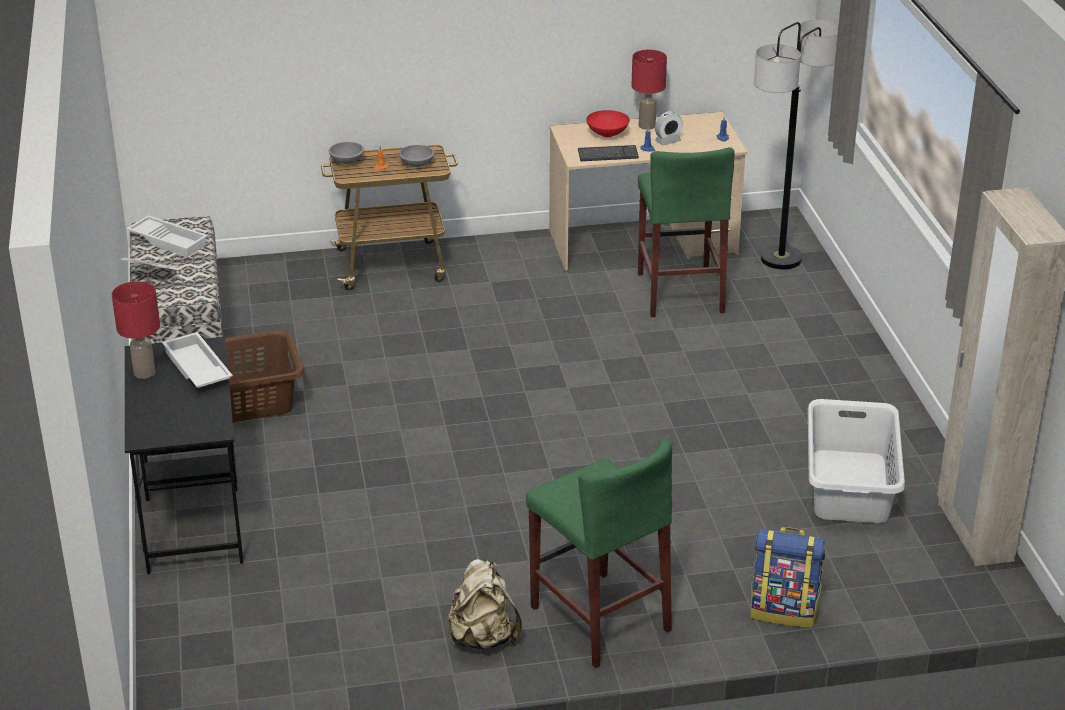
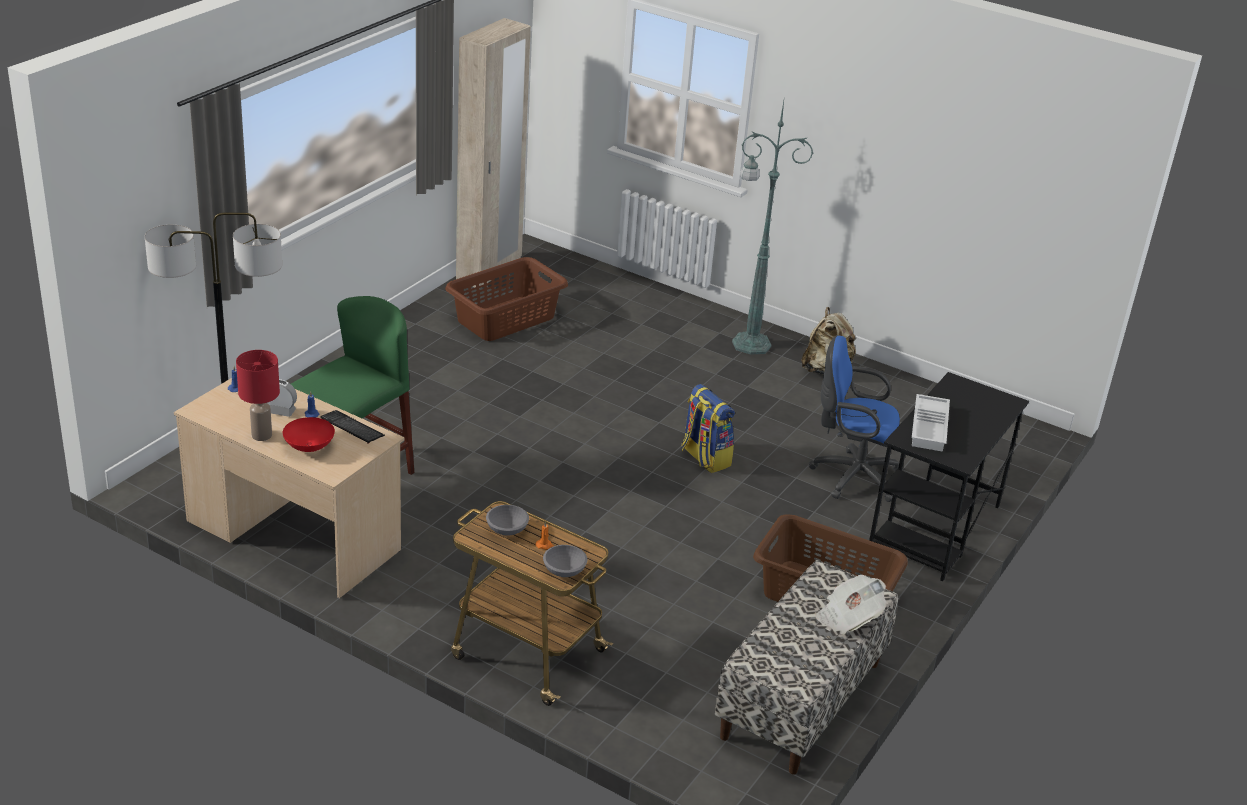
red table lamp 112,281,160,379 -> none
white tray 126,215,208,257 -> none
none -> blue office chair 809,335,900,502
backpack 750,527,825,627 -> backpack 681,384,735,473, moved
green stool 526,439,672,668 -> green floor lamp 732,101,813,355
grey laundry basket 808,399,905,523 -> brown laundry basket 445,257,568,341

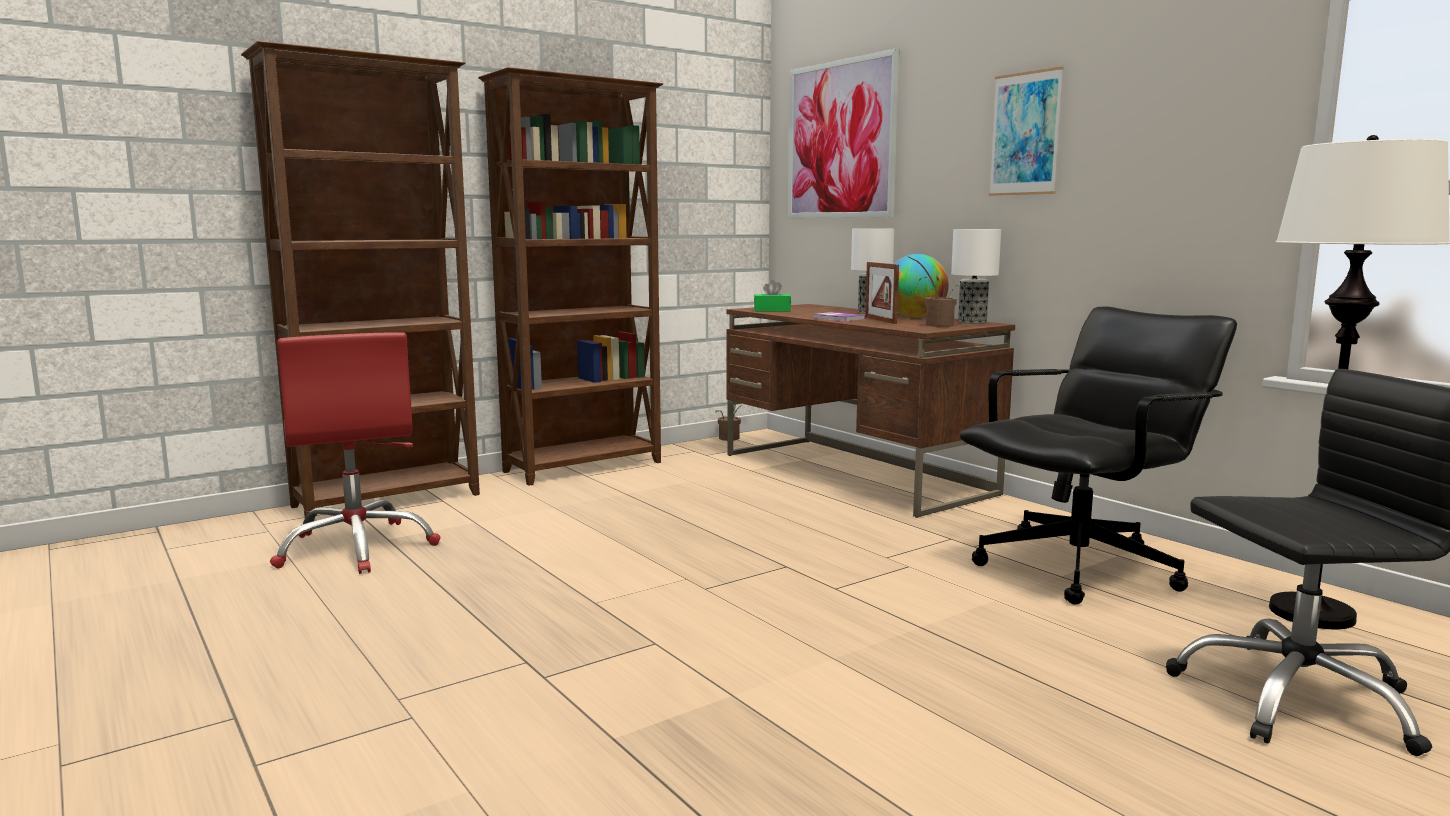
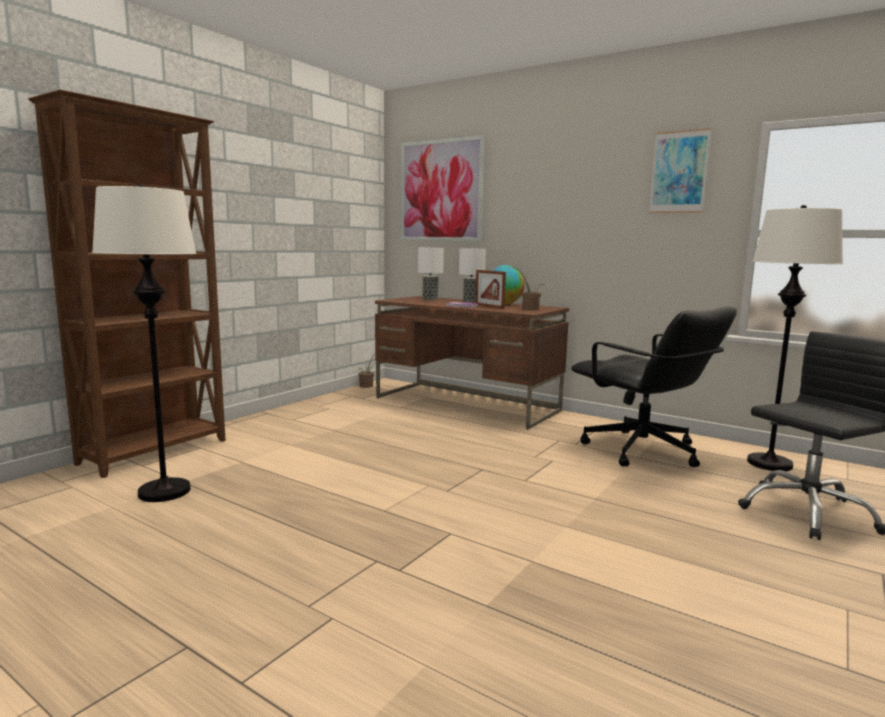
brown bookcase 478,67,663,486 -> none
green tissue box 754,280,791,311 -> none
table lamp 951,229,1001,324 -> table lamp 418,247,444,300, moved
picture 989,66,1064,196 -> picture 649,128,711,213, moved
red office chair 270,332,441,574 -> white floor lamp 92,184,197,502
black office chair 959,306,1237,605 -> black office chair 571,307,737,467, 105 degrees clockwise

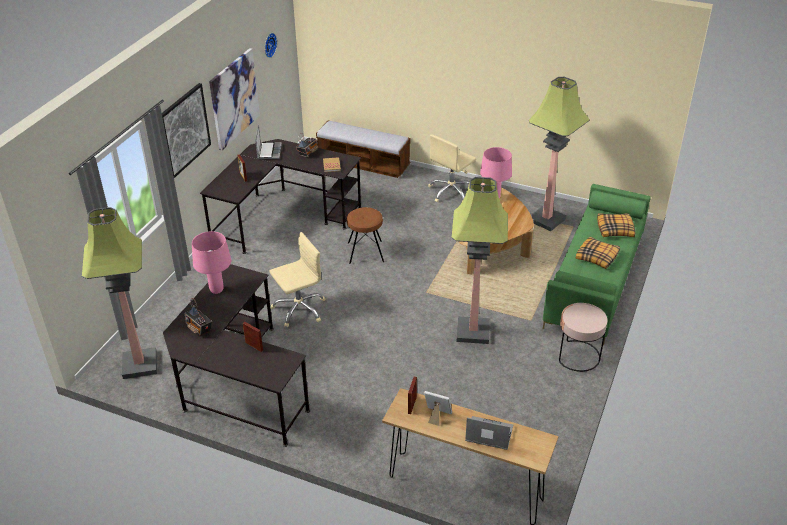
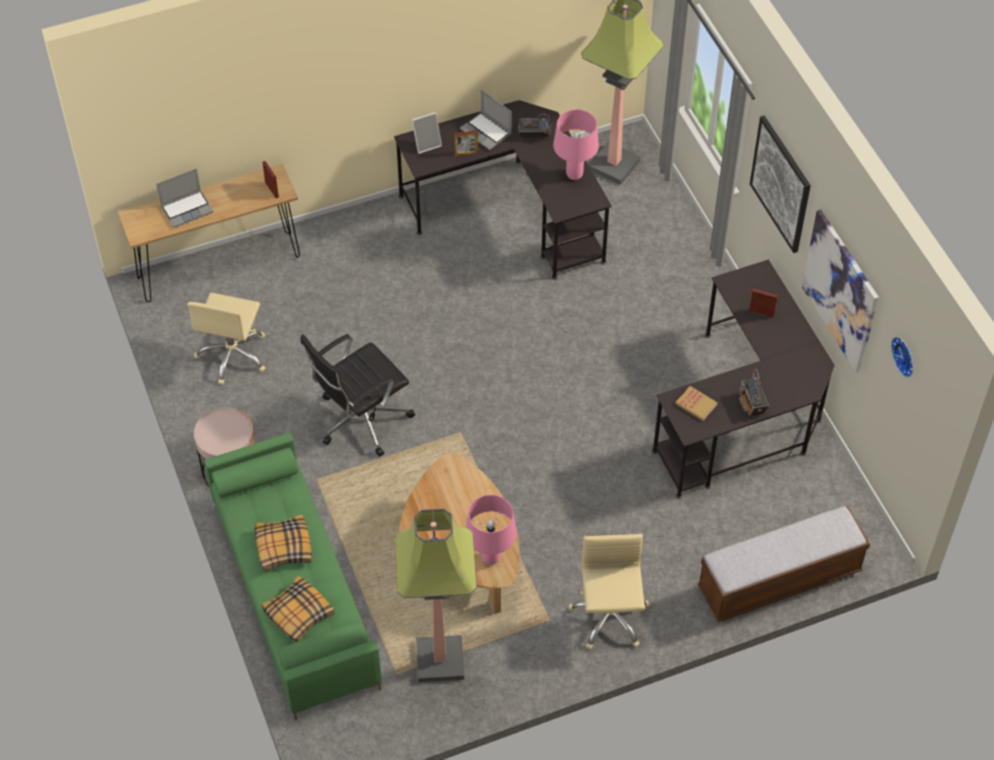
brown stool 347,207,384,264 -> none
laptop 255,124,282,159 -> laptop 460,90,512,150, moved
beige office chair 269,232,325,327 -> beige office chair 187,293,265,384, moved
picture frame 424,391,452,426 -> picture frame 412,112,442,154, moved
floor lamp 451,177,508,344 -> black office chair 301,334,415,456

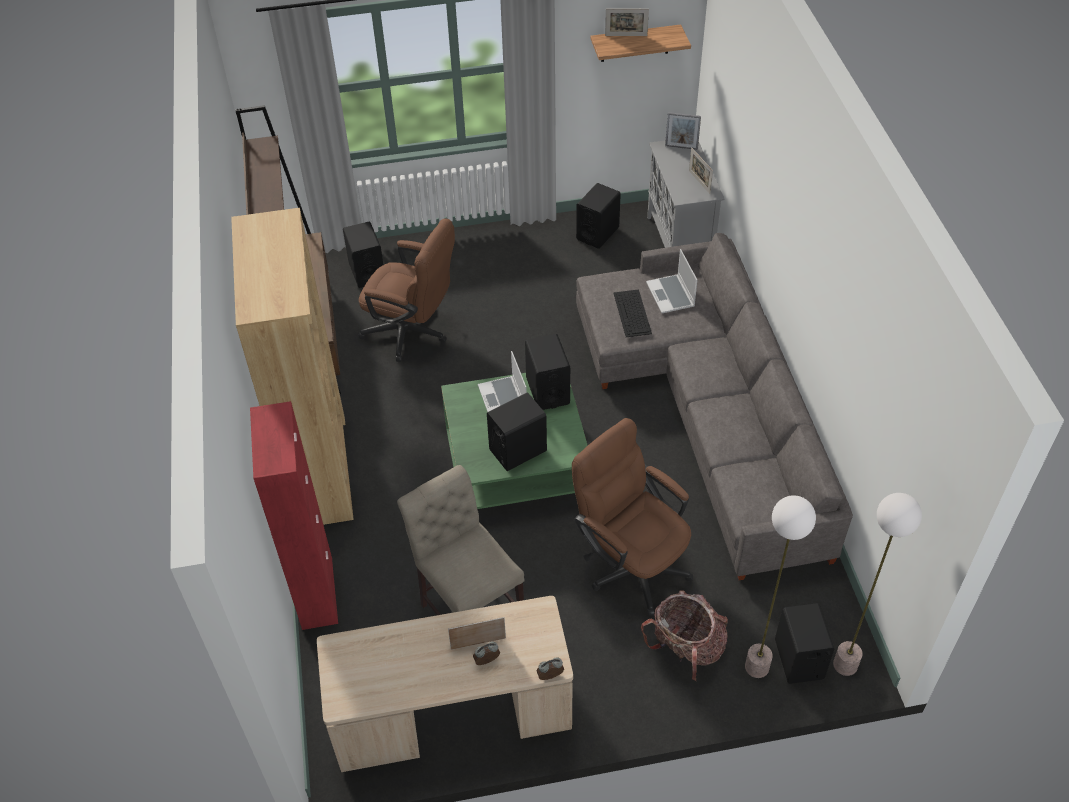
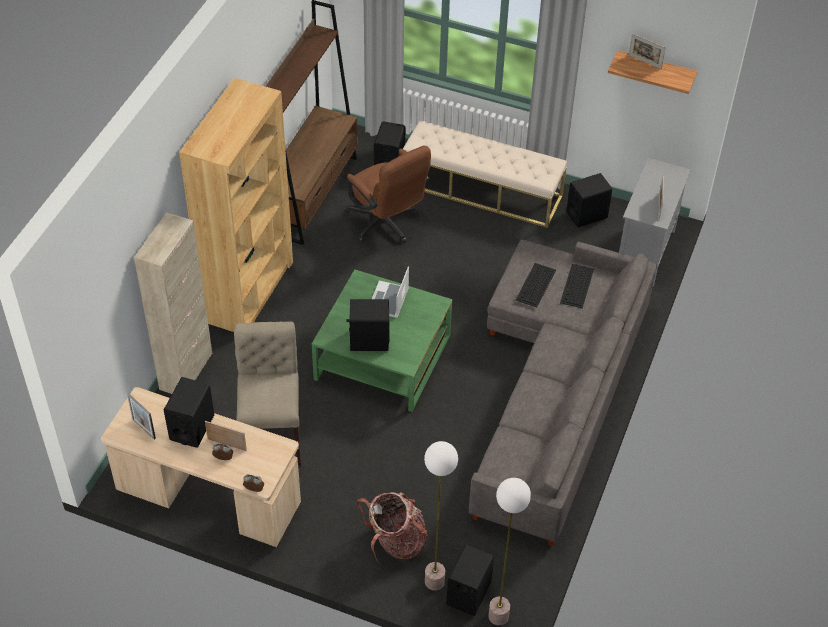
brown office chair 572,418,693,616 -> none
none -> beige bench 403,120,567,228
black speaker 525,334,570,410 -> black speaker 164,377,214,448, moved
picture frame 665,112,701,150 -> picture frame 127,393,156,440, moved
laptop 646,249,697,313 -> keyboard 560,264,594,308
red cabinet 250,401,338,630 -> beige cabinet 134,212,213,394

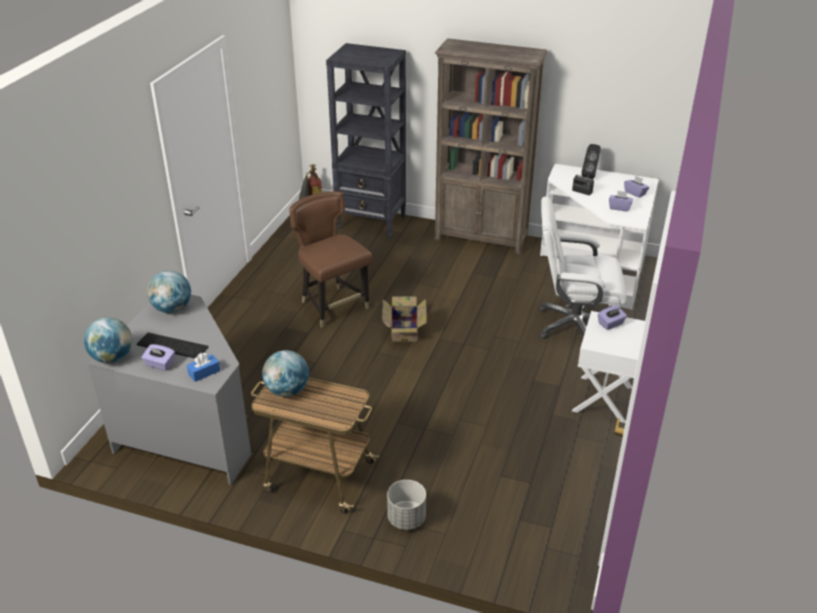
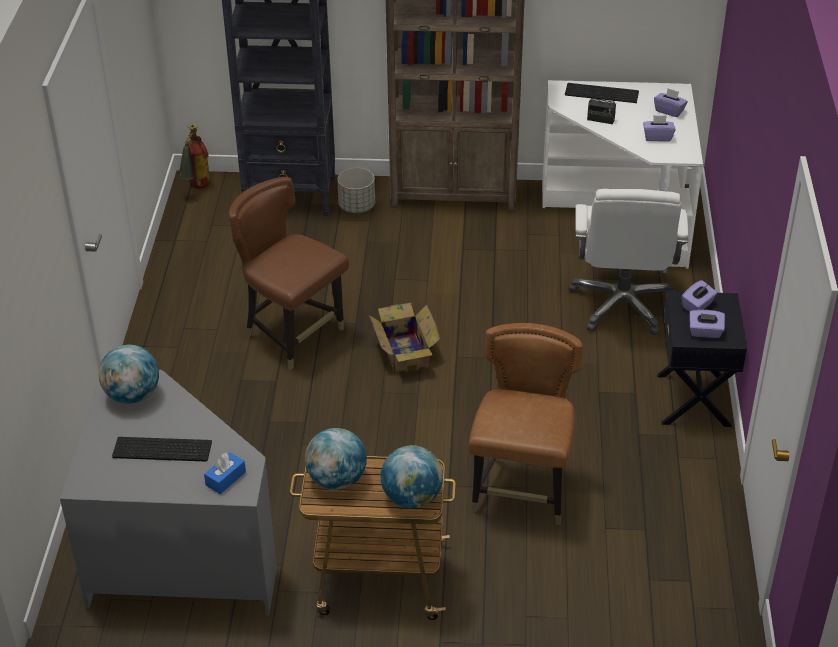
none -> brown chair 468,323,583,525
globe 84,317,132,363 -> globe 381,445,443,508, moved
purple tissue box 141,344,175,371 -> purple tissue box 689,310,725,338, moved
grey planter 387,480,426,530 -> grey planter 337,168,375,213, moved
black speaker 581,144,601,179 -> keyboard 565,83,639,103
white nightstand 572,311,645,423 -> black nightstand 657,291,747,427
white office chair 539,196,626,339 -> white office chair 568,189,689,335, 75 degrees counterclockwise

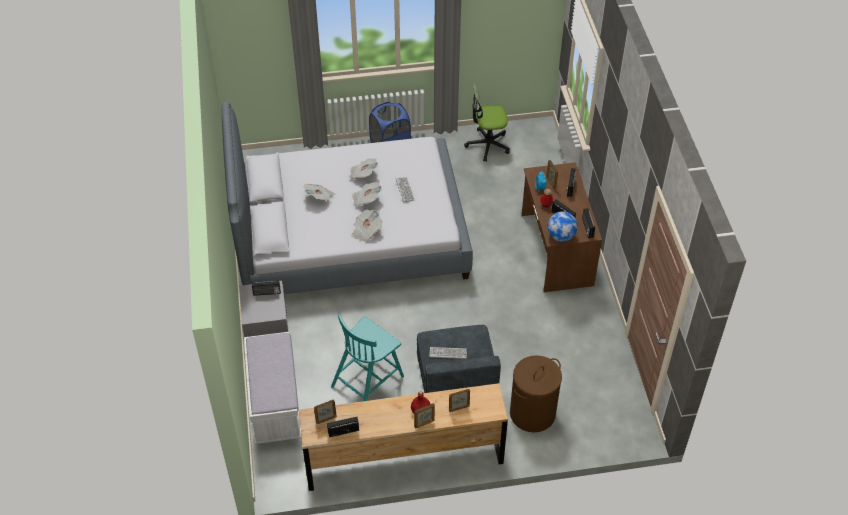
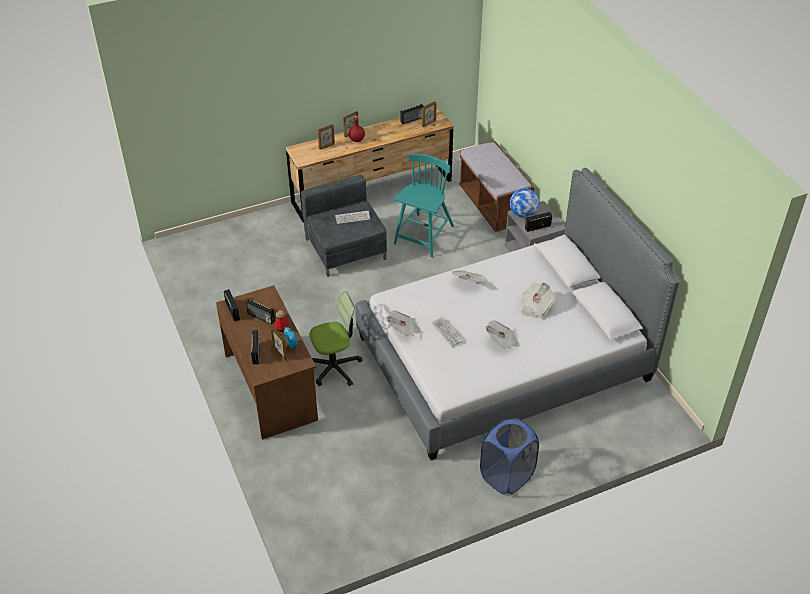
brown laundry basket 510,355,562,432 -> none
newspaper 352,182,382,206 -> newspaper 386,310,422,337, moved
office chair 464,84,510,162 -> office chair 310,291,362,386, moved
globe 547,211,578,242 -> globe 510,188,539,218, moved
white bench 244,332,302,444 -> brown bench 459,141,534,232

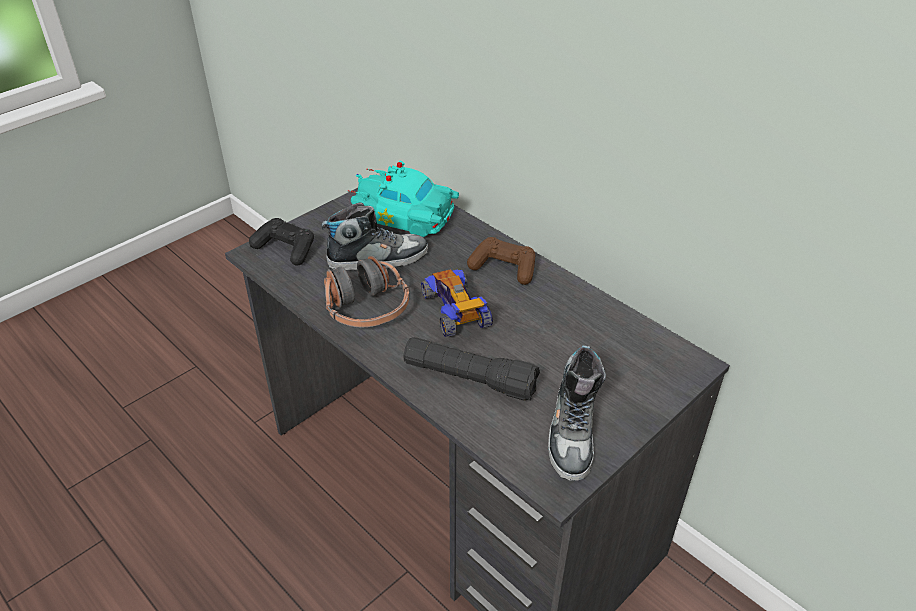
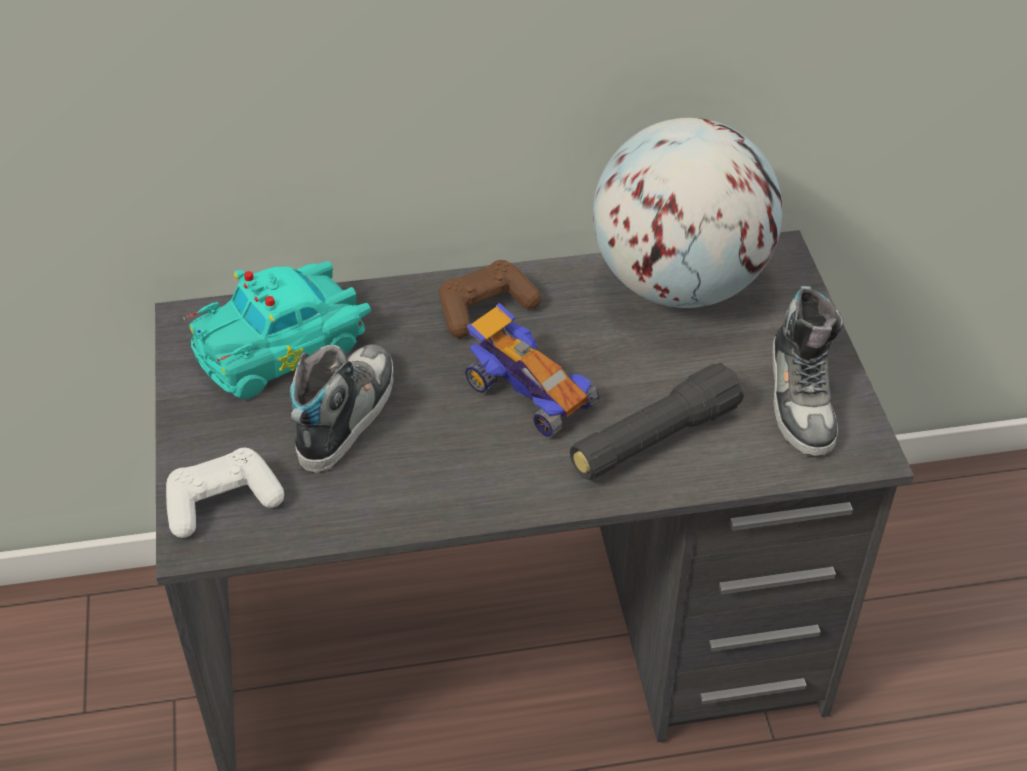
headphones 324,256,410,327 -> none
none -> globe 593,118,783,308
black game controller 249,218,314,266 -> white game controller 166,448,284,538
toy car 421,269,493,337 -> toy car 465,303,599,437, 150 degrees counterclockwise
shoe 548,345,606,481 -> shoe 772,286,844,456, 45 degrees clockwise

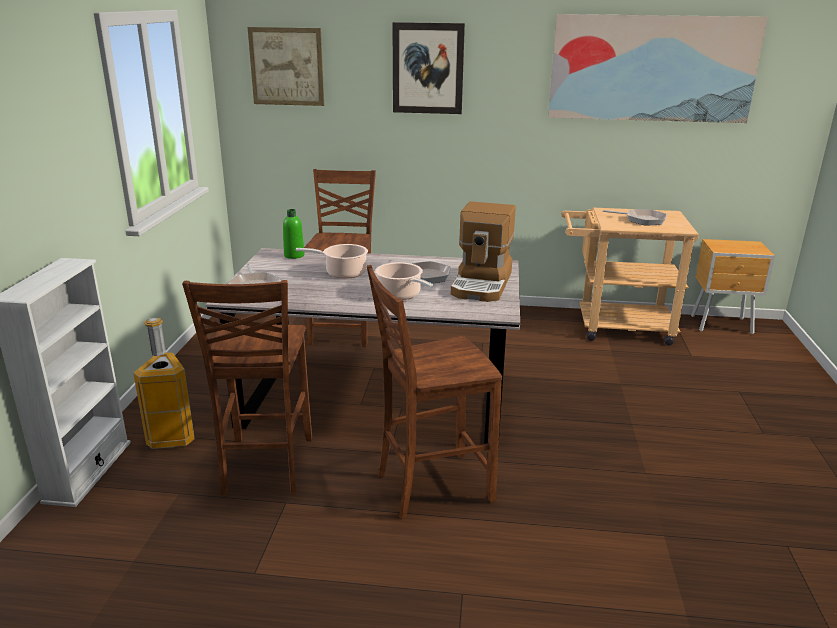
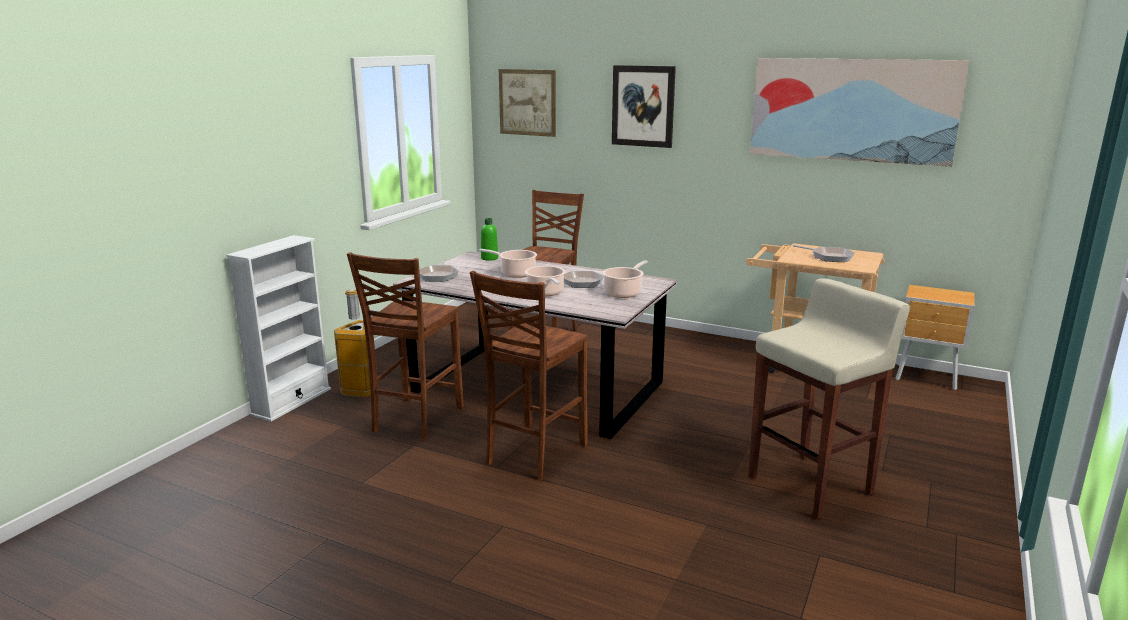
none -> beige stool 748,279,910,519
coffee machine 451,201,516,302 -> cooking pot 602,260,648,298
brown chair 367,265,502,519 -> brown chair 470,271,588,481, 60 degrees counterclockwise

